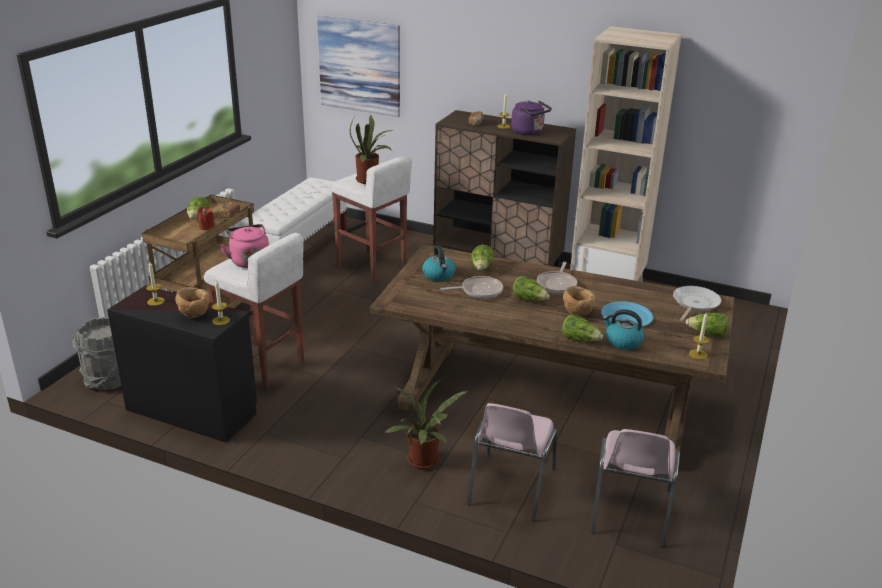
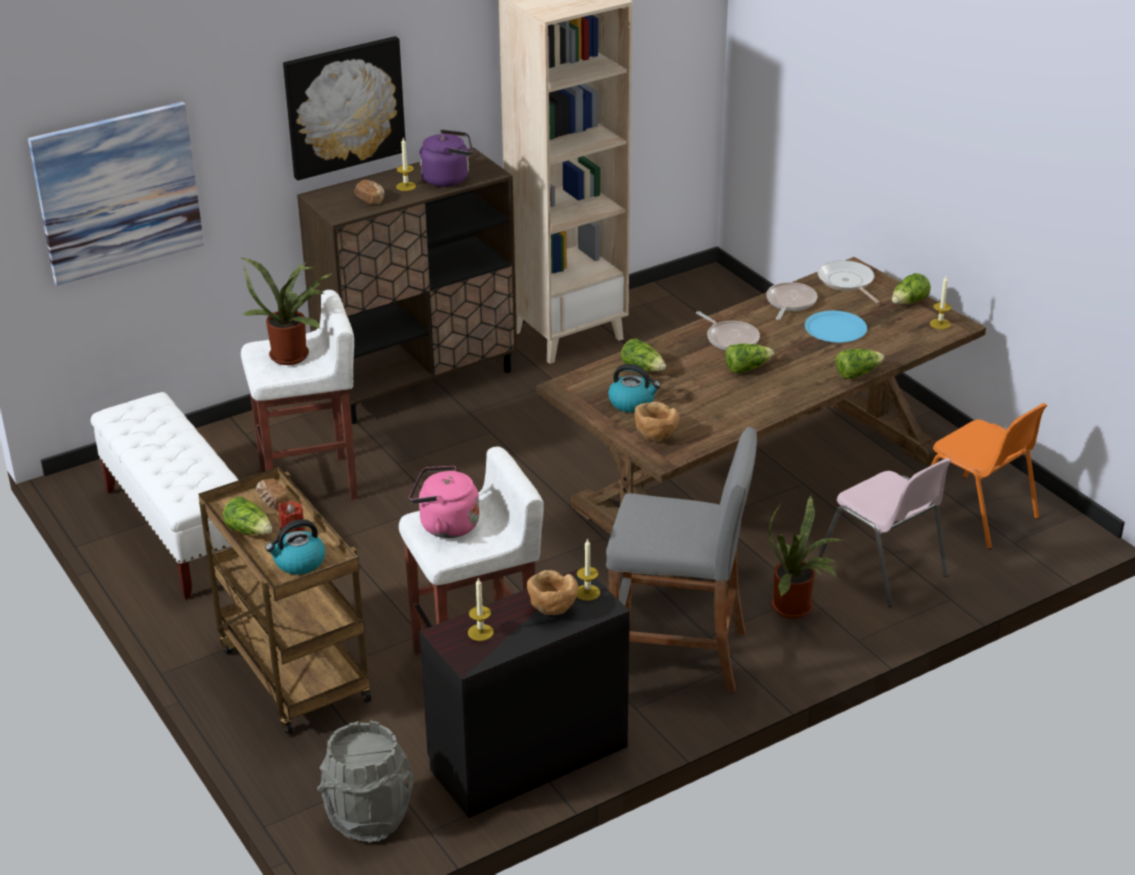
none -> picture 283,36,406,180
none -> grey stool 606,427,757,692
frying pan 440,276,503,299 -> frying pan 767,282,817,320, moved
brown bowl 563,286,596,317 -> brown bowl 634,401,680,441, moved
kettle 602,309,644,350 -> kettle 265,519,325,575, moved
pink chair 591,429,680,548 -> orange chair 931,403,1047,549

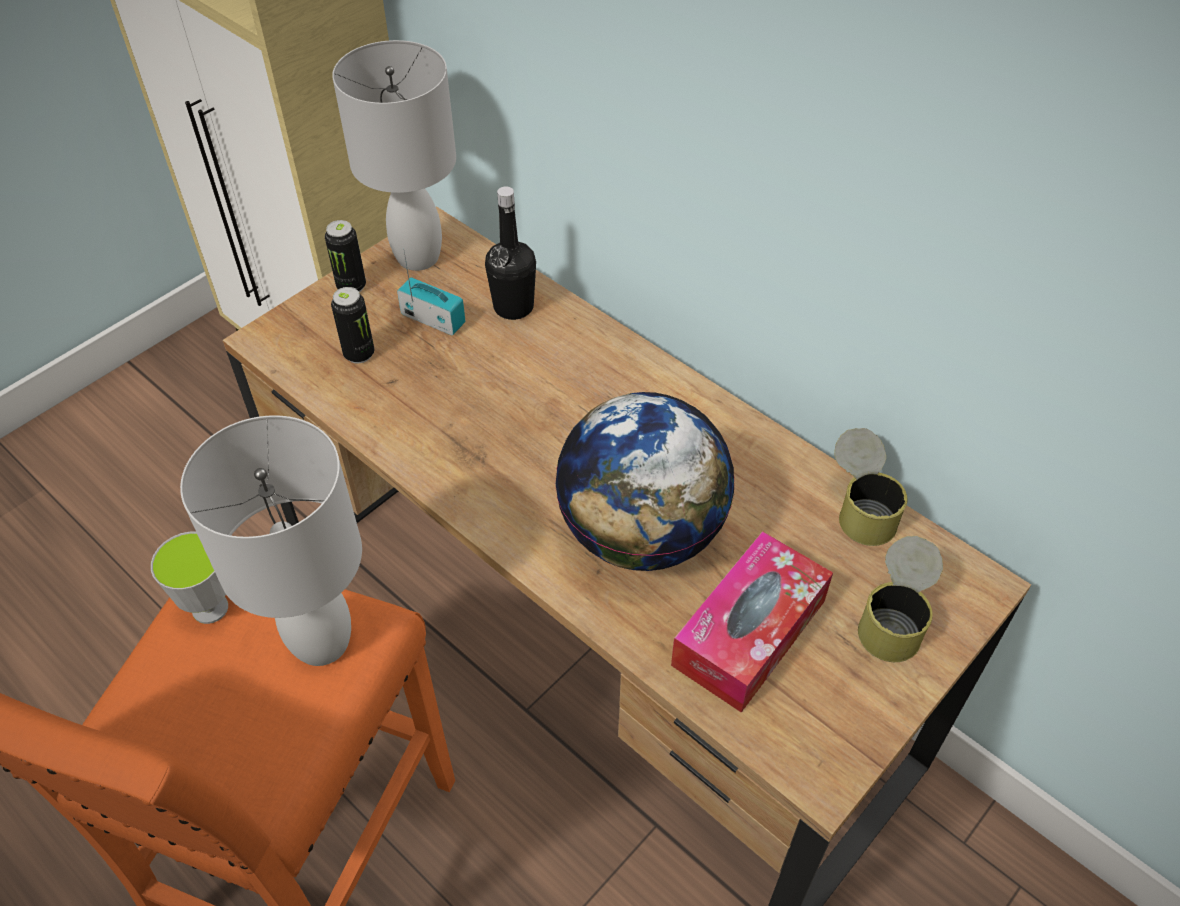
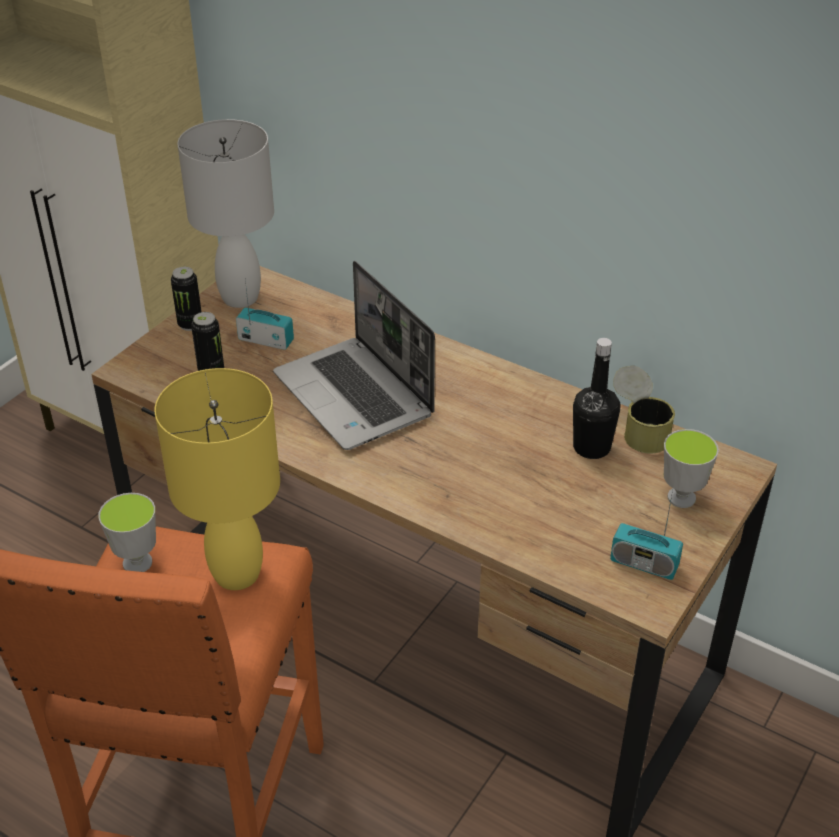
globe 555,392,735,571 -> none
tissue box 671,531,833,713 -> none
none -> laptop 273,261,435,450
none -> radio 610,490,683,580
black bottle 485,186,536,320 -> black bottle 573,338,620,459, moved
can 858,536,943,662 -> cup 664,429,719,508
white table lamp 180,415,362,666 -> yellow table lamp 154,368,280,590

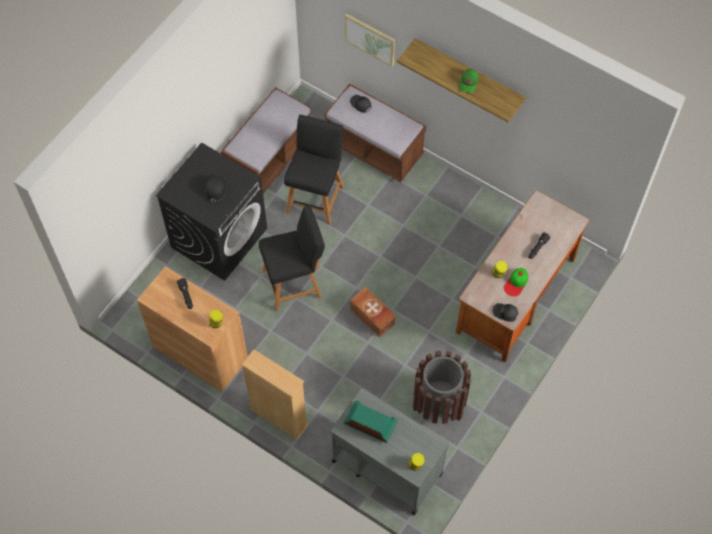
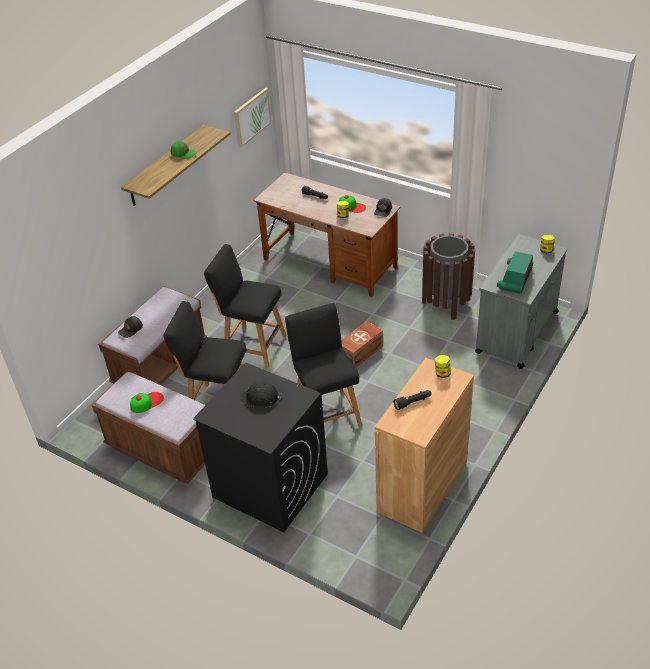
beige bookcase 242,349,308,440 -> none
none -> cap 130,392,164,413
none -> black stool 204,244,287,368
picture 345,13,395,67 -> picture 234,88,272,148, moved

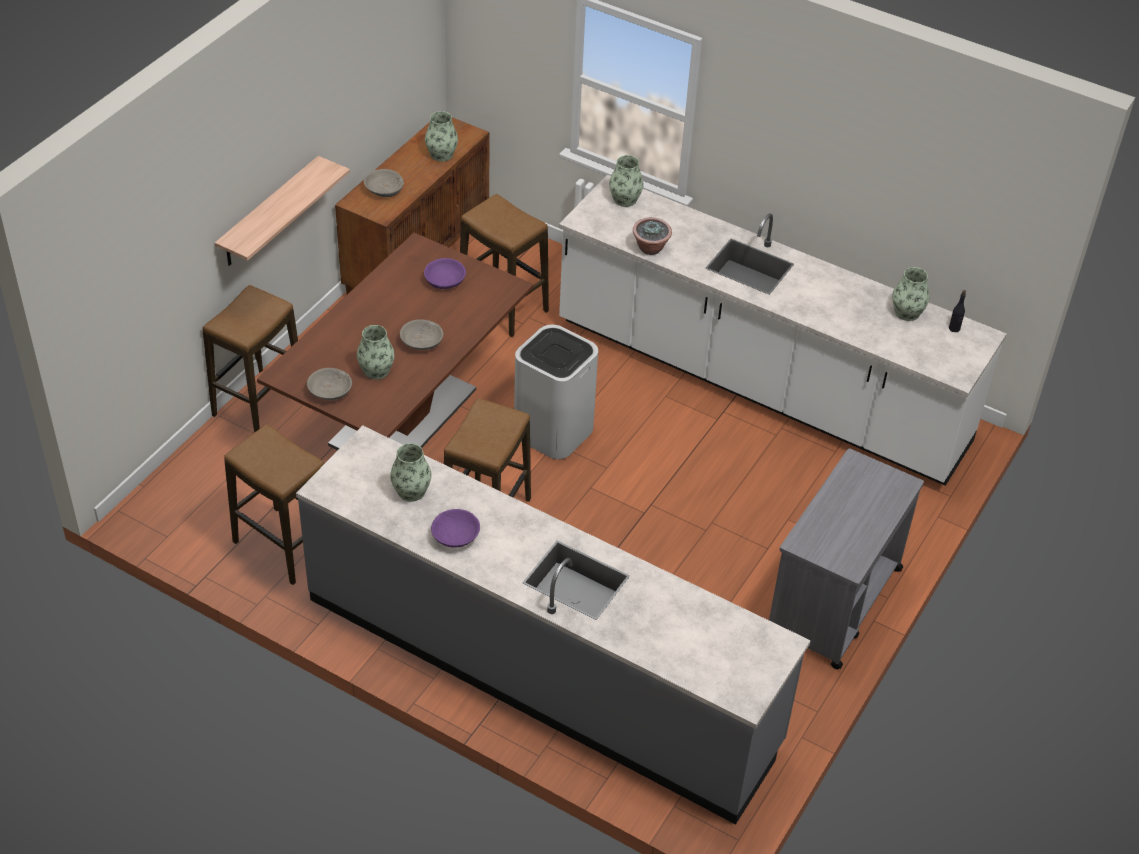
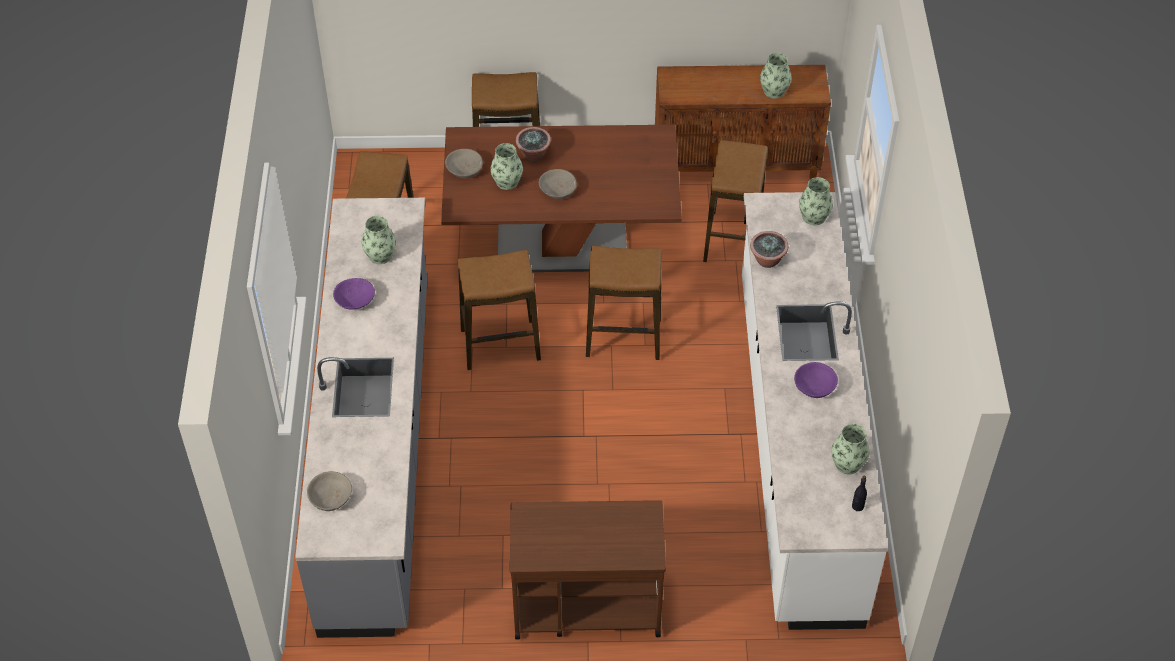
shelf 215,156,350,266 -> none
none -> potted plant 516,127,551,161
grey bowl 364,169,404,197 -> grey bowl 307,471,352,511, moved
purple bowl 424,258,466,289 -> purple bowl 794,362,838,398, moved
white trash can 514,325,598,459 -> stool 586,246,662,360
grey cart 769,448,924,670 -> brown cart 510,500,666,640

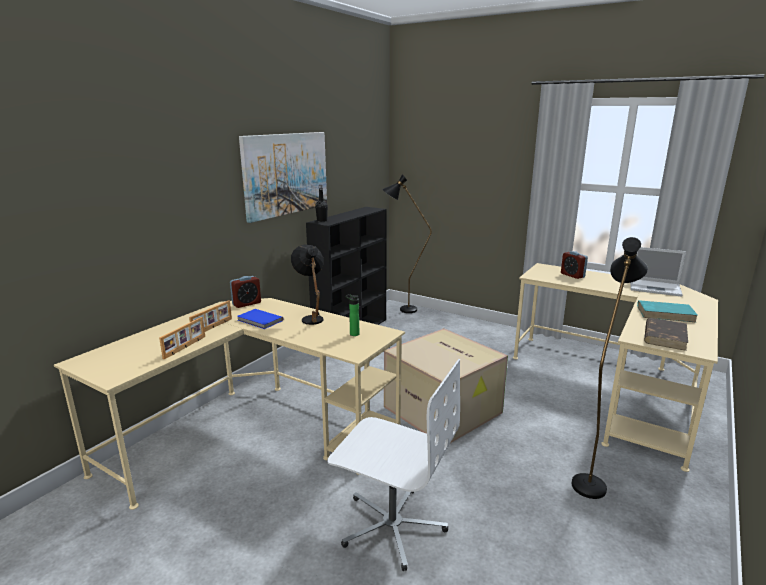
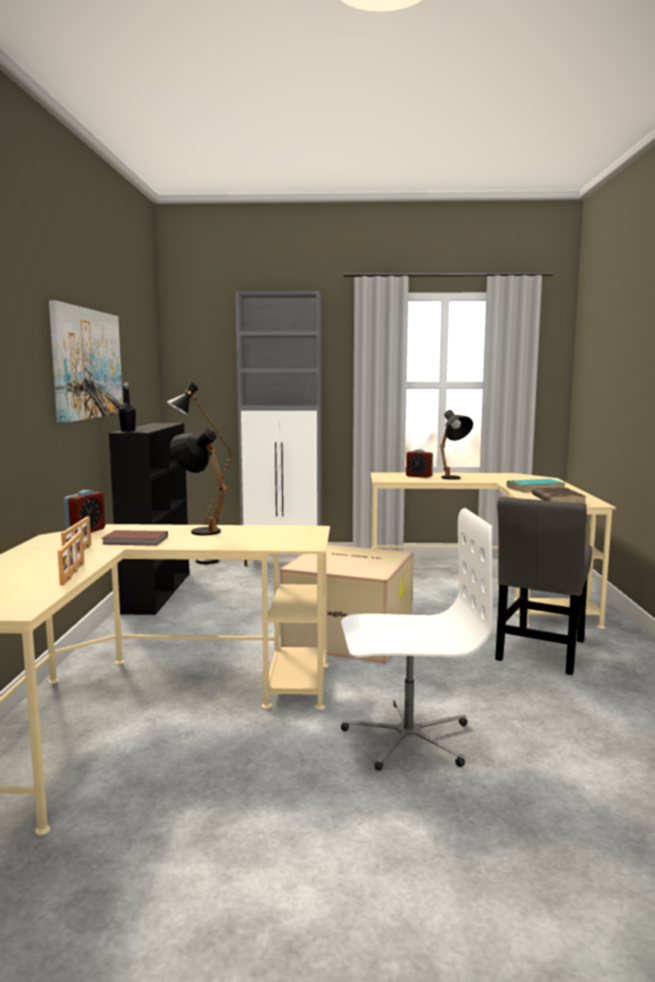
bottle 345,294,359,336 -> none
laptop 630,247,686,297 -> none
none -> grey cabinet 235,291,322,566
none -> black table lamp 440,410,473,480
black floor lamp 571,237,648,499 -> grey chair 495,497,592,675
blue book 237,309,283,329 -> brown book 102,530,168,546

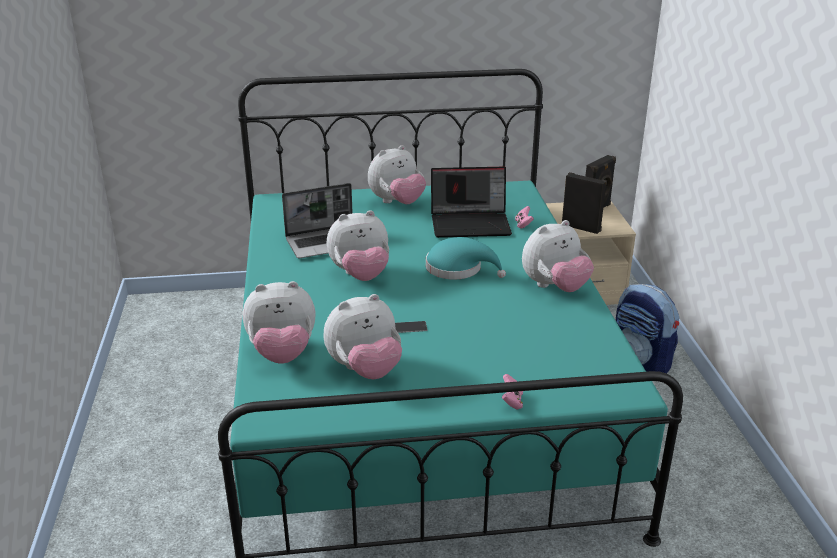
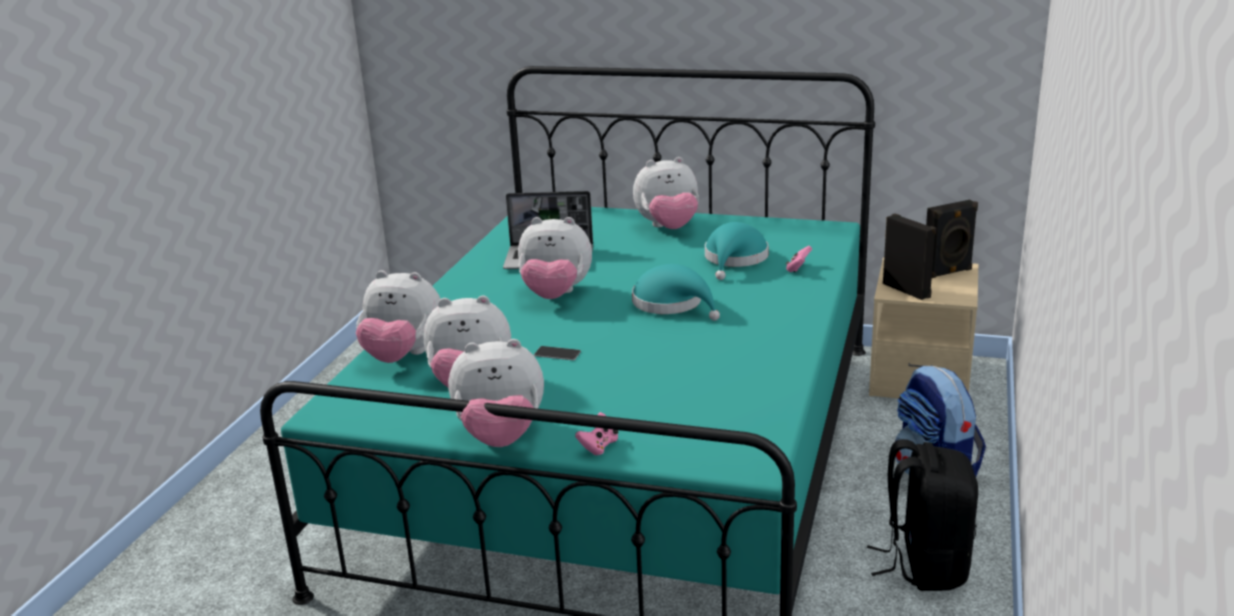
none -> black backpack 867,439,978,591
plush toy 522,220,594,292 -> plush toy 448,339,544,447, moved
laptop 431,167,512,238 -> turquoise hat 705,222,768,280

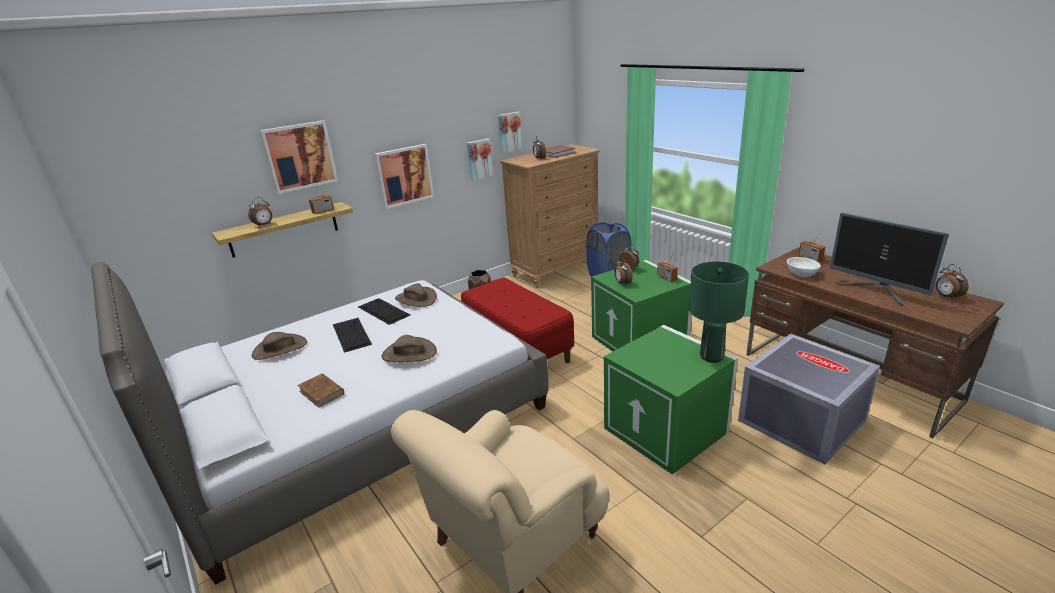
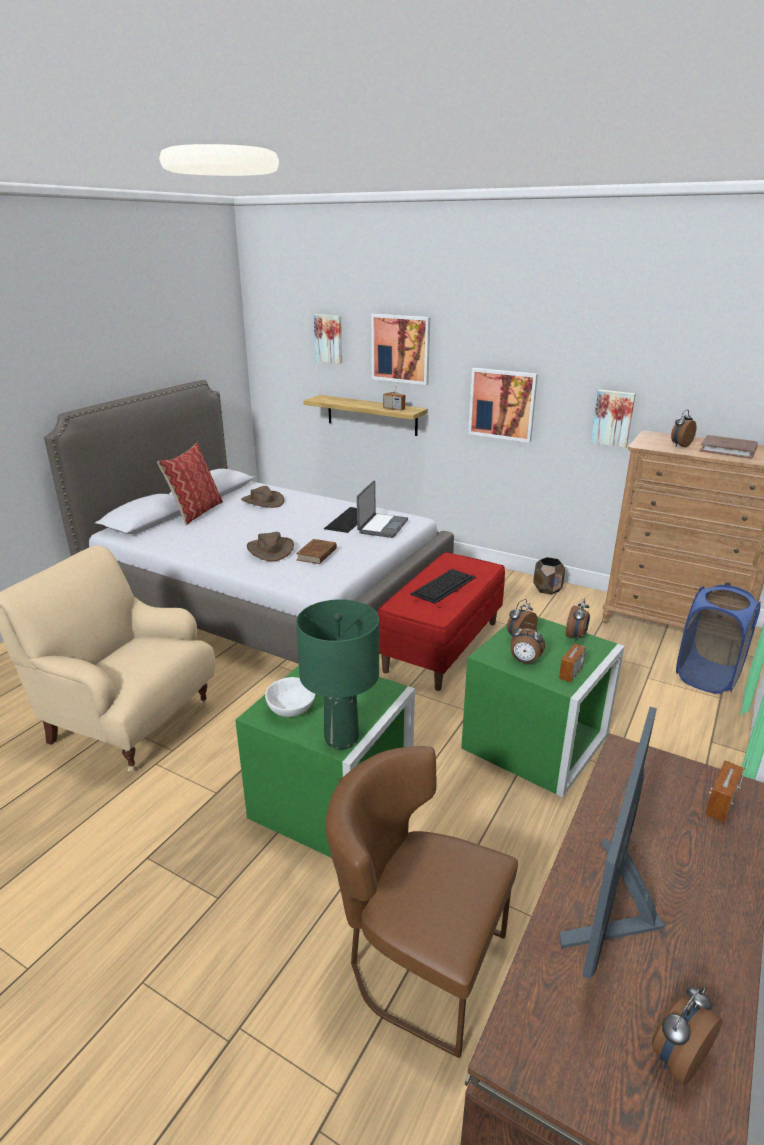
none -> pillow 157,442,223,525
alarm clock 248,197,272,226 -> alarm clock 510,623,545,665, moved
brown book 297,373,344,408 -> brown book 296,539,337,564, moved
keyboard 333,318,372,353 -> keyboard 411,569,476,604, moved
picture 498,112,522,153 -> picture 314,314,342,364, moved
white bowl 787,257,821,277 -> white bowl 265,677,315,717, moved
brown hat 395,283,437,307 -> laptop 357,481,408,538
grey storage box 738,333,880,465 -> brown chair 325,746,518,1058

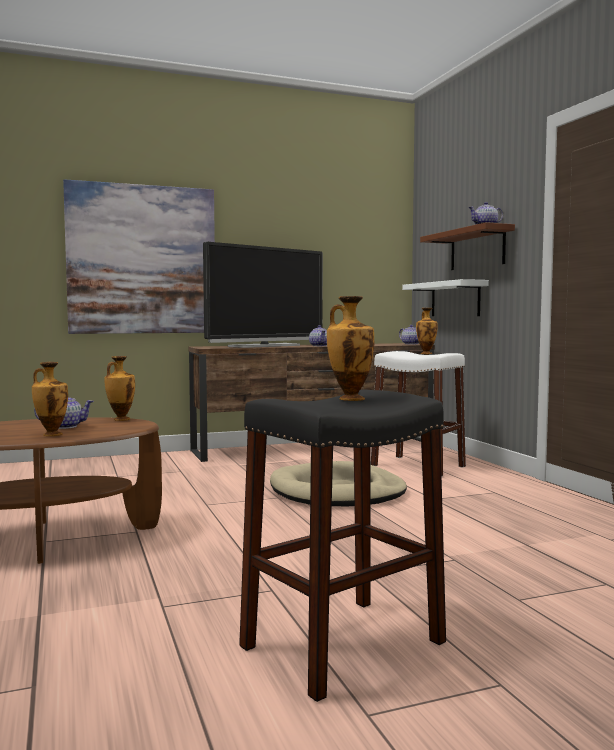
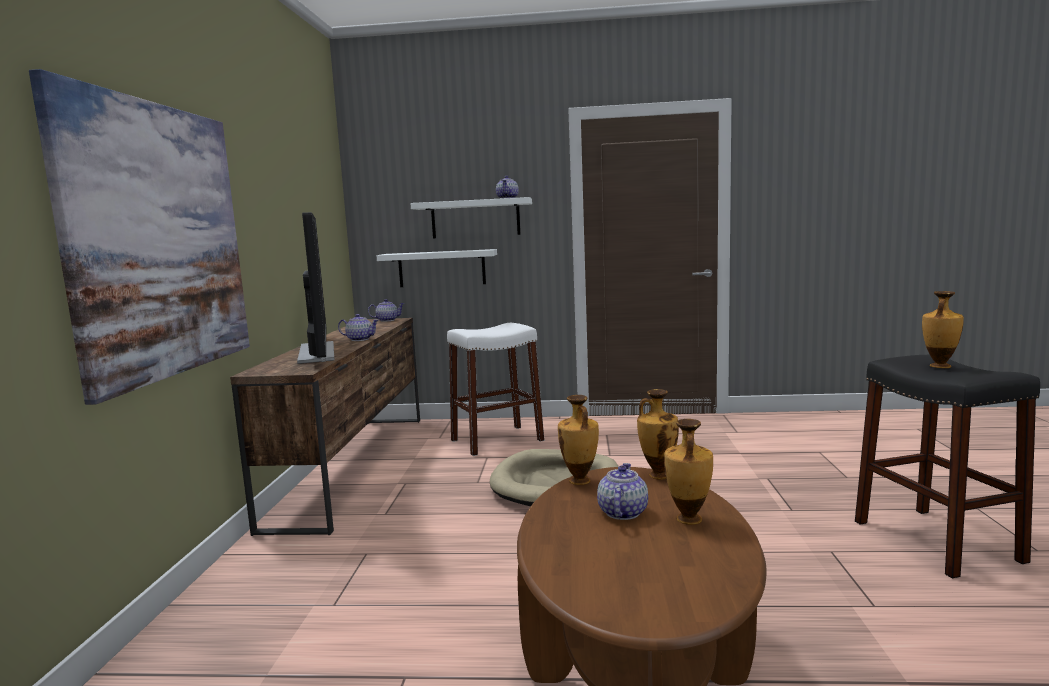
vase 416,308,438,354 -> vase 637,389,679,480, moved
brown shelf 420,222,515,270 -> white shelf 410,197,532,238

